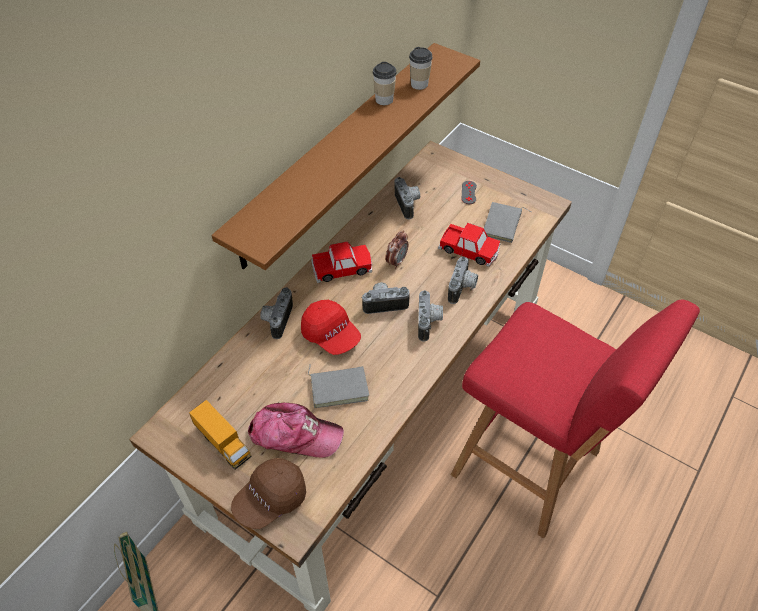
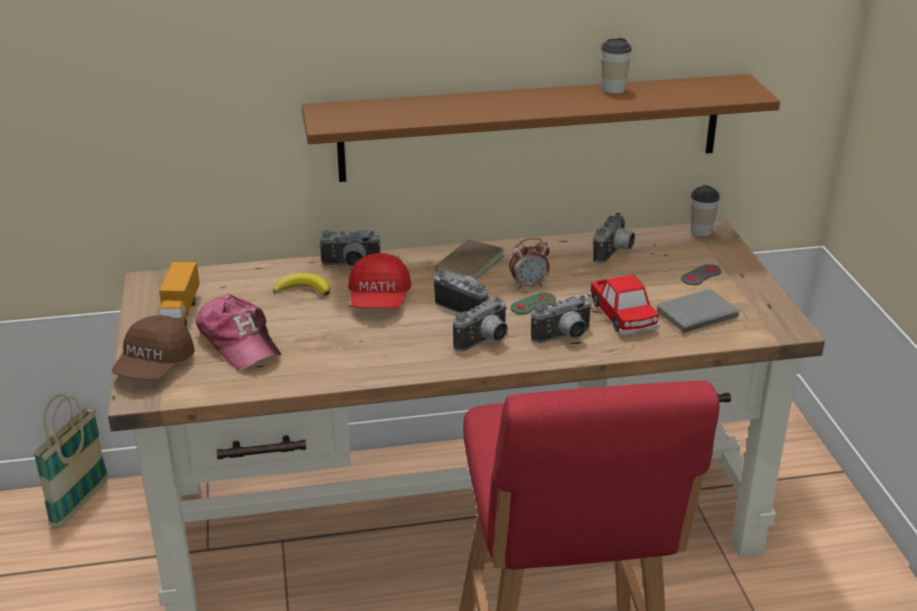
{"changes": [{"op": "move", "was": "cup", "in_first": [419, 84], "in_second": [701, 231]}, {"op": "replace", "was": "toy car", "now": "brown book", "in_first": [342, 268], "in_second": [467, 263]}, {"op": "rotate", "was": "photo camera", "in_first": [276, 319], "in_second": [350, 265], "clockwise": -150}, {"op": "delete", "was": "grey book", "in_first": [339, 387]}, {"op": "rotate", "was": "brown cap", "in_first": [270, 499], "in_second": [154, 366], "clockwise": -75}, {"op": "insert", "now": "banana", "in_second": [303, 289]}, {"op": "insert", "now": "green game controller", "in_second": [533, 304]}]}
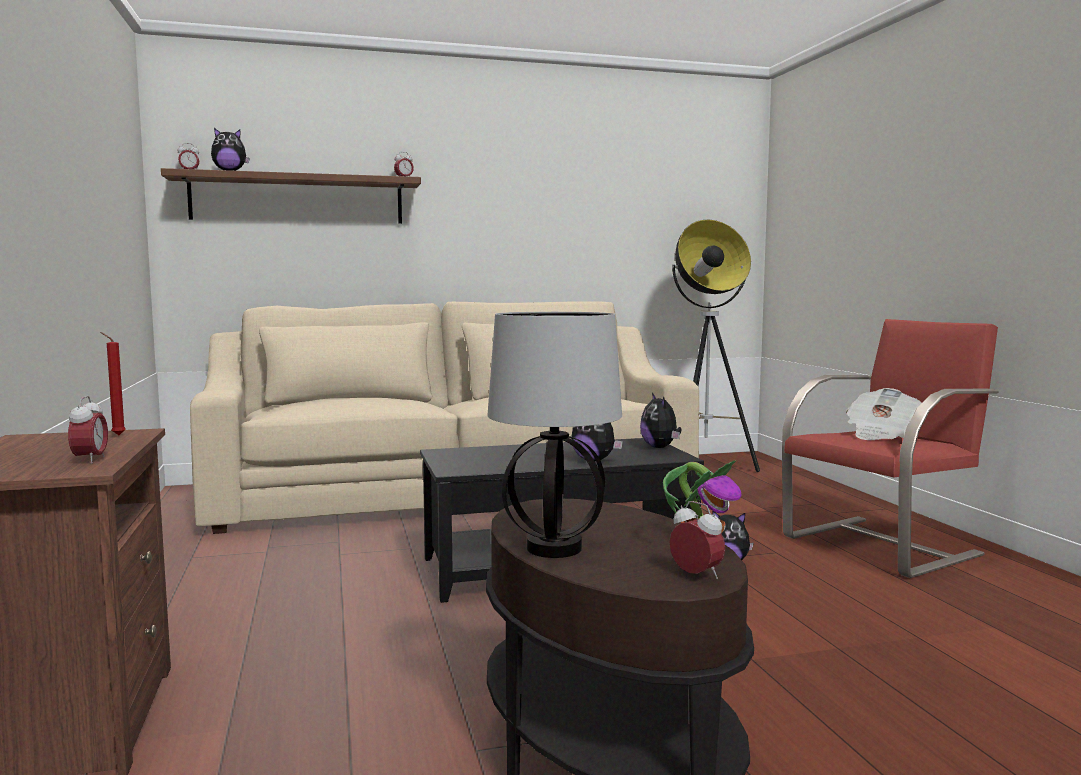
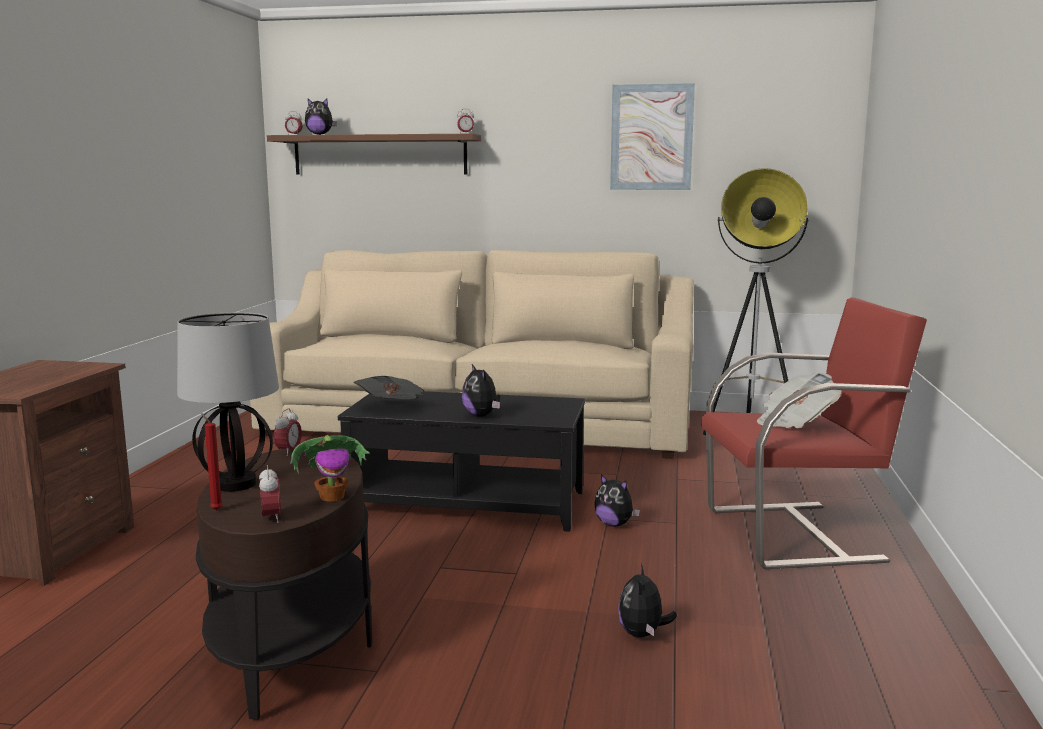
{"changes": [{"op": "move", "was": "red candle", "in_first": [116, 435], "in_second": [215, 509]}, {"op": "move", "was": "plush toy", "in_first": [660, 447], "in_second": [643, 634]}, {"op": "move", "was": "alarm clock", "in_first": [90, 460], "in_second": [288, 452]}, {"op": "insert", "now": "picture", "in_second": [651, 137]}, {"op": "insert", "now": "newspaper", "in_second": [392, 407]}]}
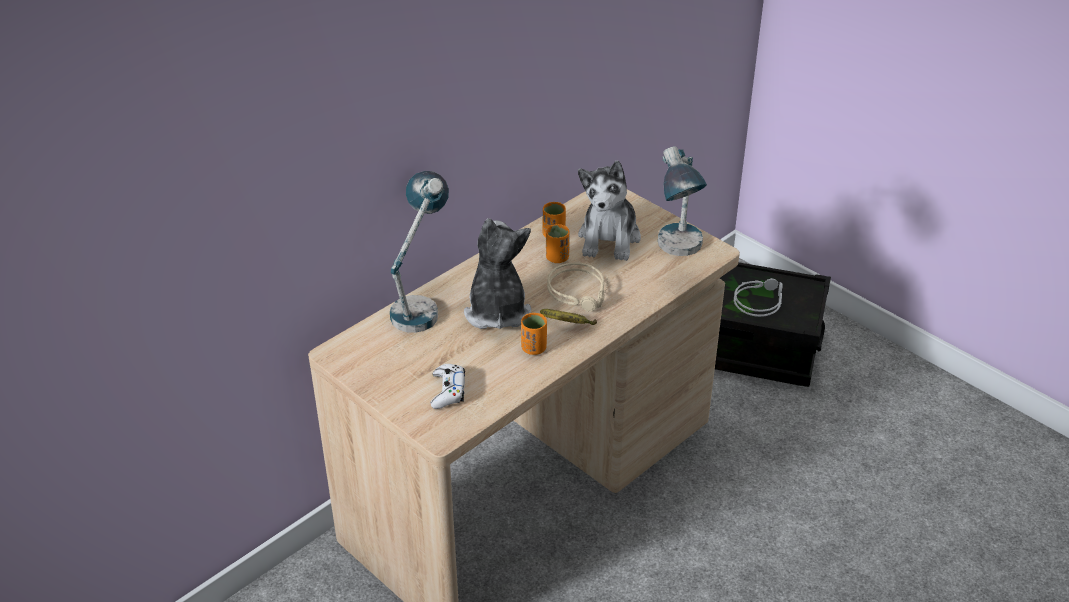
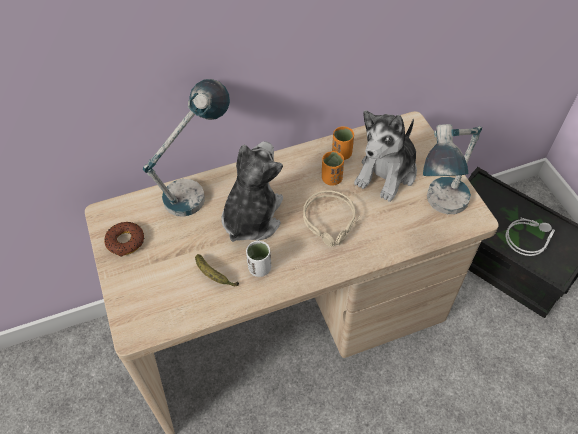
{"changes": [{"op": "move", "was": "banana", "in_first": [567, 323], "in_second": [214, 275]}, {"op": "recolor", "was": "orange cup", "now": "white cup", "in_first": [534, 348], "in_second": [259, 268]}, {"op": "delete", "was": "white game controller", "in_first": [448, 391]}, {"op": "insert", "now": "donut", "in_second": [125, 241]}]}
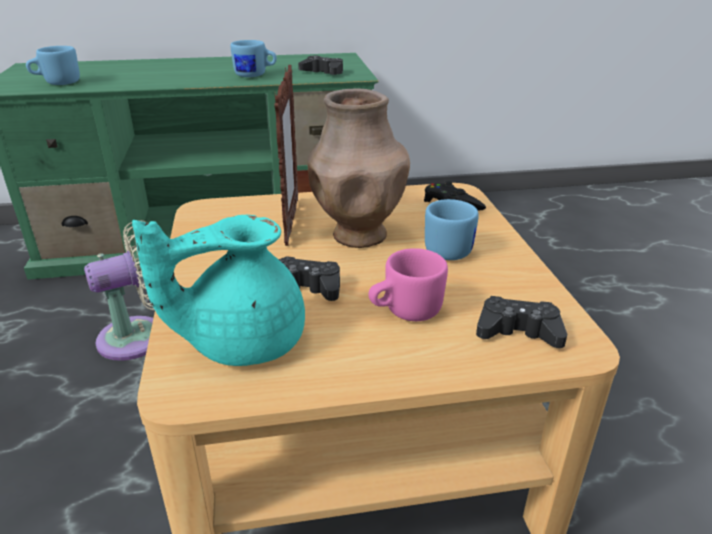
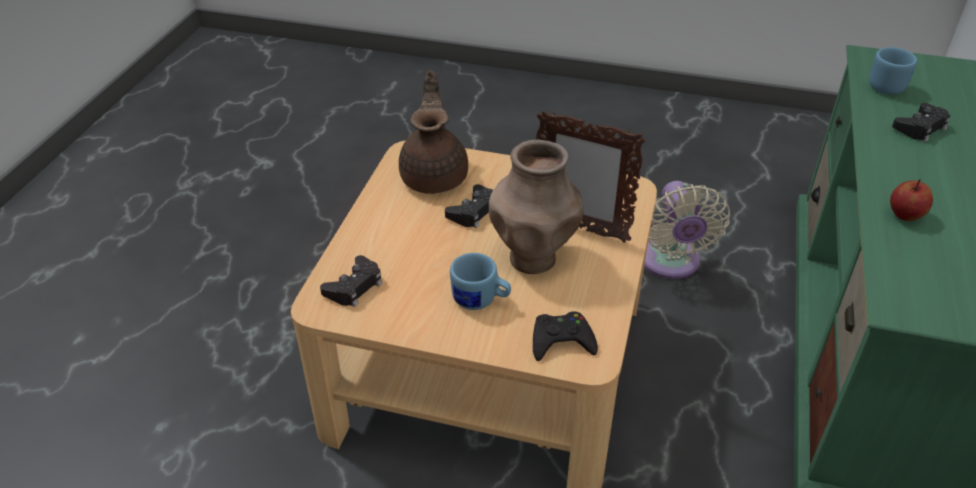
{"changes": [{"op": "replace", "was": "blue mug", "now": "apple", "in_first": [255, 75], "in_second": [905, 215]}, {"op": "move", "was": "black game controller", "in_first": [323, 72], "in_second": [920, 127]}, {"op": "recolor", "was": "turquoise teapot", "now": "brown teapot", "in_first": [241, 341], "in_second": [435, 176]}, {"op": "delete", "was": "pink mug", "in_first": [404, 311]}]}
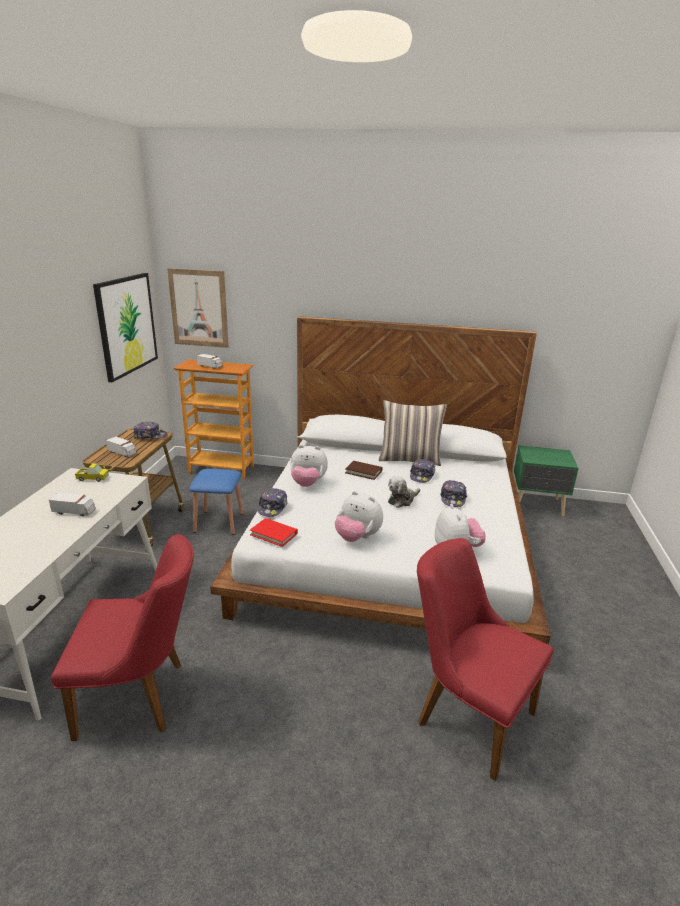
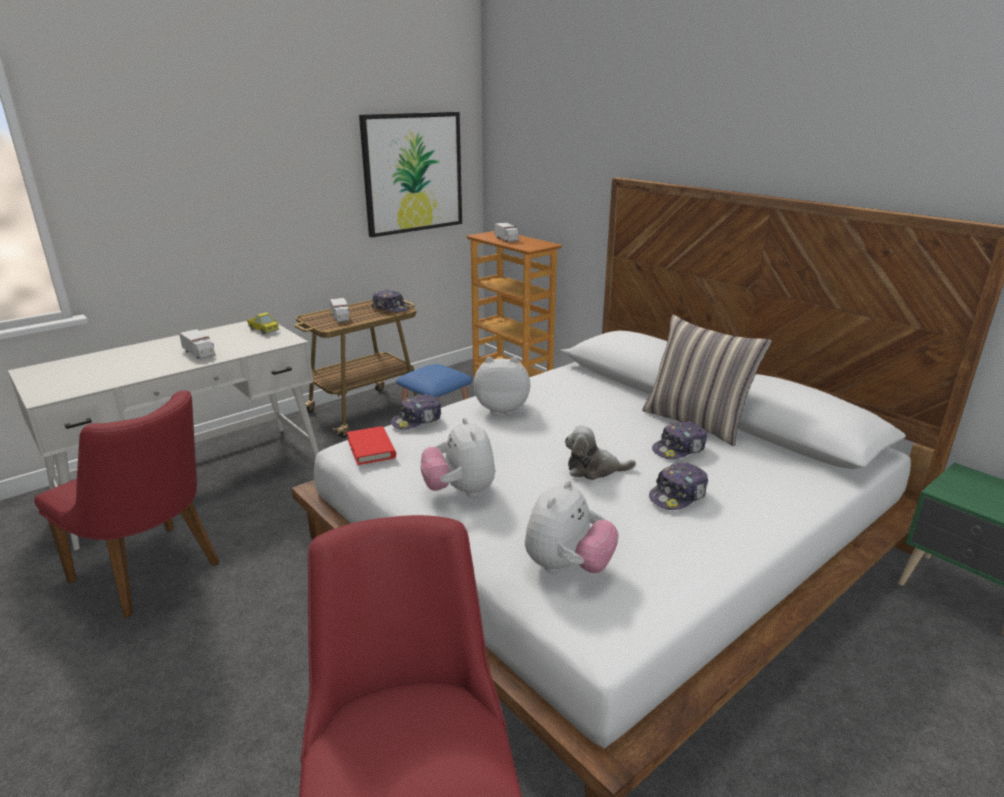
{"changes": [{"op": "delete", "was": "picture", "in_first": [199, 308]}, {"op": "rotate", "was": "plush toy", "in_first": [307, 483], "in_second": [502, 408], "clockwise": 135}, {"op": "delete", "was": "brown book", "in_first": [363, 472]}]}
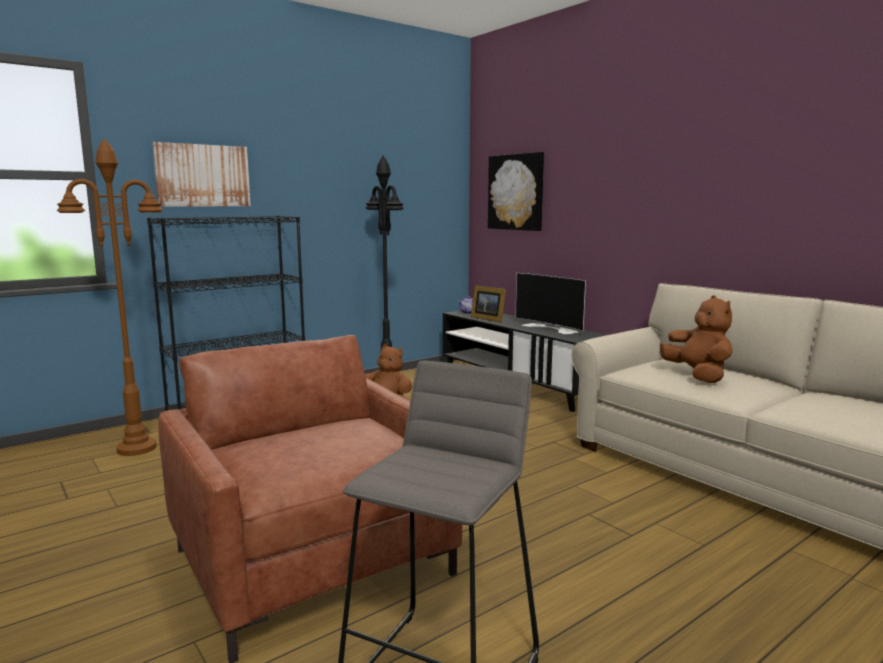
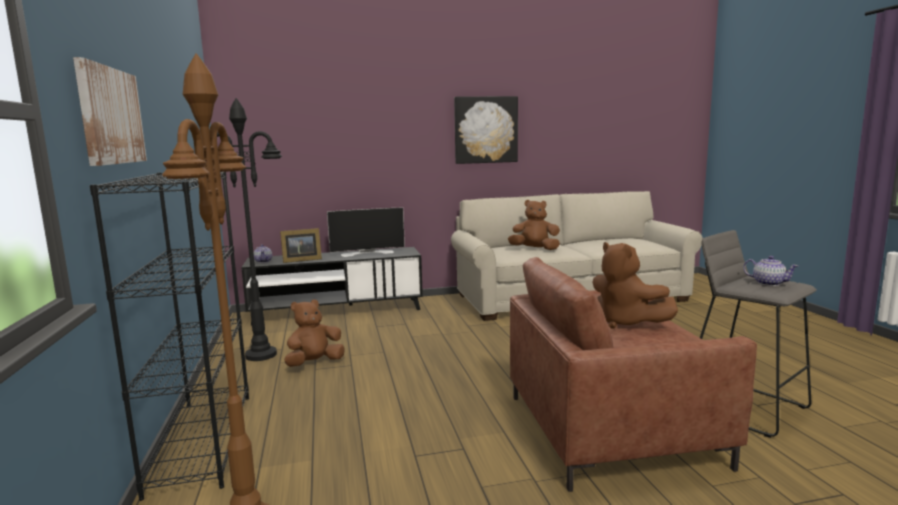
{"changes": [{"op": "move", "was": "picture", "in_first": [516, 192], "in_second": [485, 130]}, {"op": "insert", "now": "brown plush toy", "in_second": [626, 322]}, {"op": "insert", "now": "teapot", "in_second": [768, 283]}]}
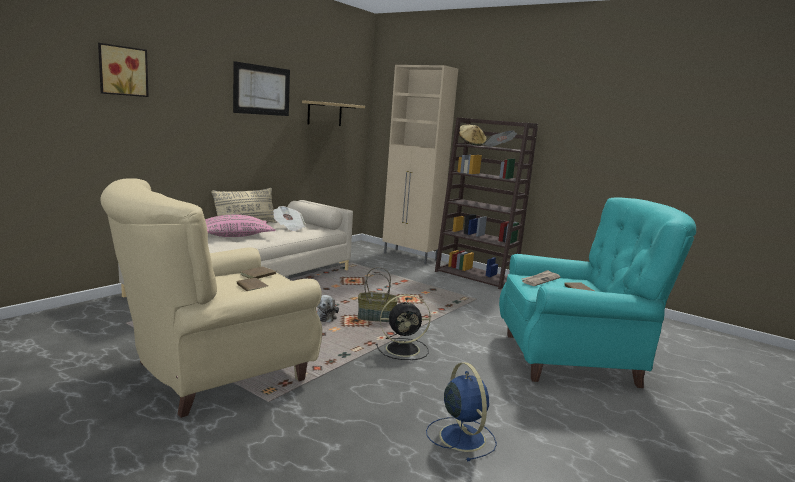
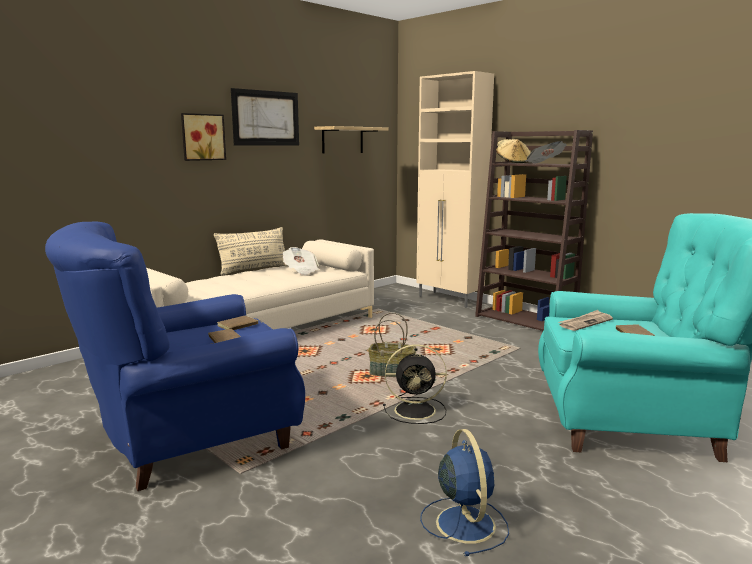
{"changes": [{"op": "move", "was": "picture", "in_first": [122, 71], "in_second": [202, 137]}, {"op": "recolor", "was": "beige armchair", "now": "blue armchair", "in_first": [214, 373], "in_second": [189, 438]}, {"op": "delete", "was": "pink pillow", "in_first": [234, 236]}, {"op": "delete", "was": "plush toy", "in_first": [325, 317]}]}
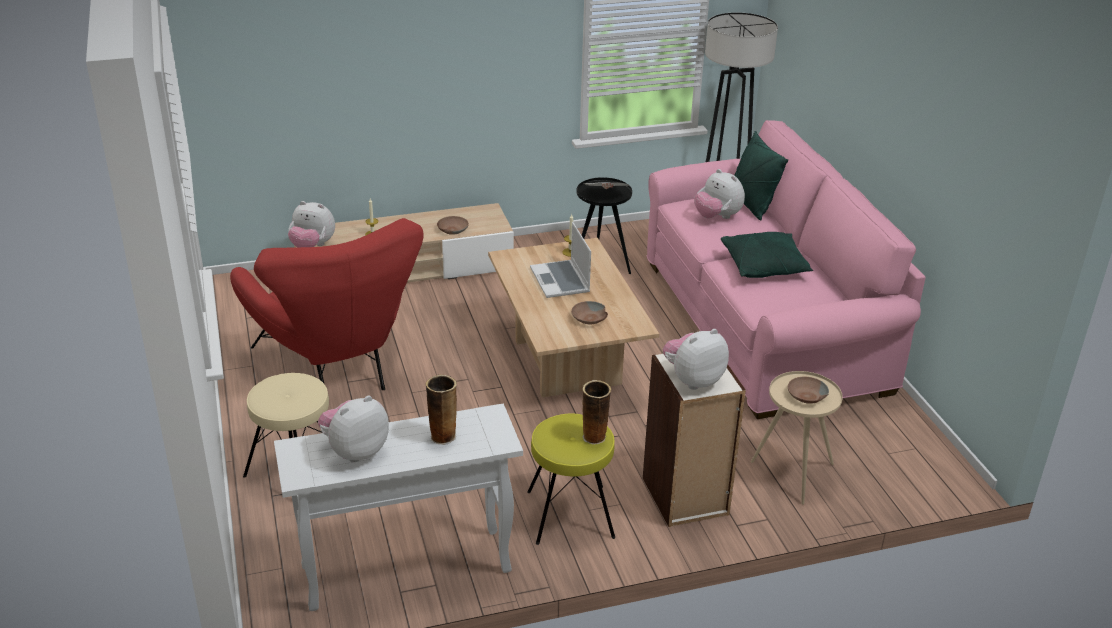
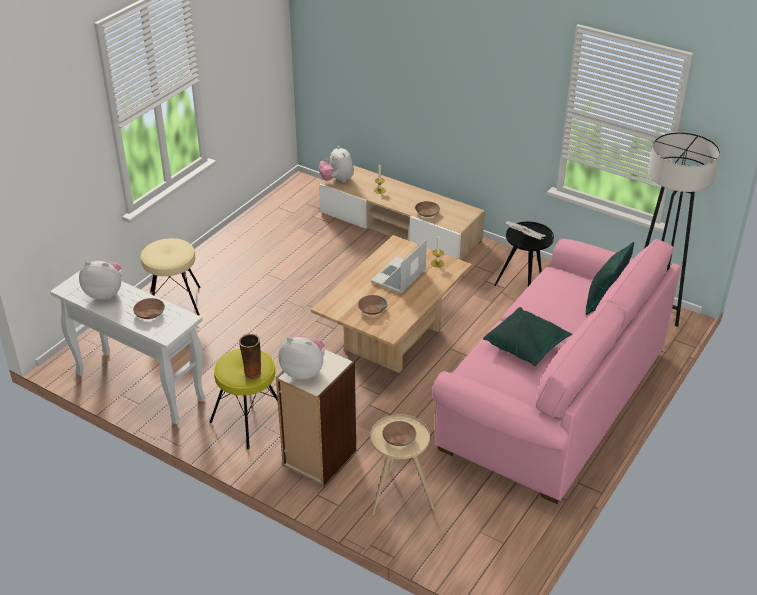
{"changes": [{"op": "delete", "was": "plush toy", "in_first": [717, 217]}, {"op": "delete", "was": "red armchair", "in_first": [339, 368]}, {"op": "replace", "was": "vase", "now": "brown bowl", "in_first": [443, 436], "in_second": [149, 313]}]}
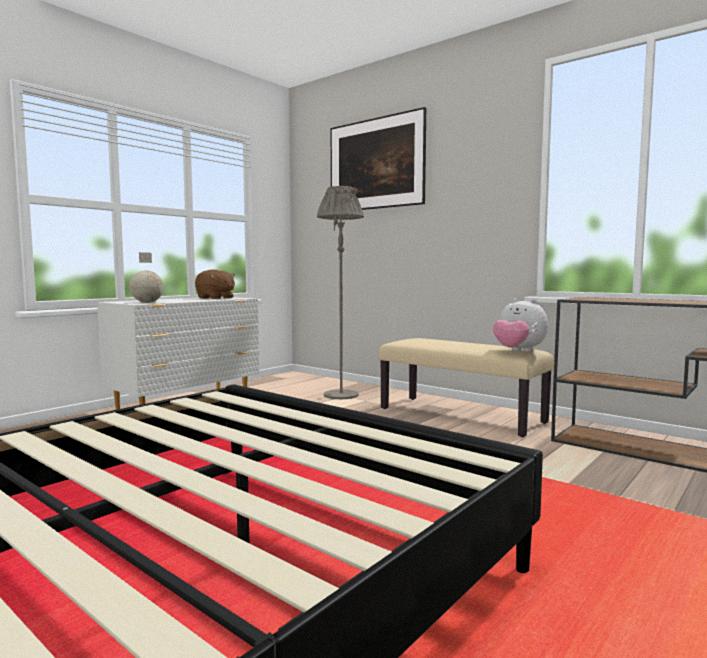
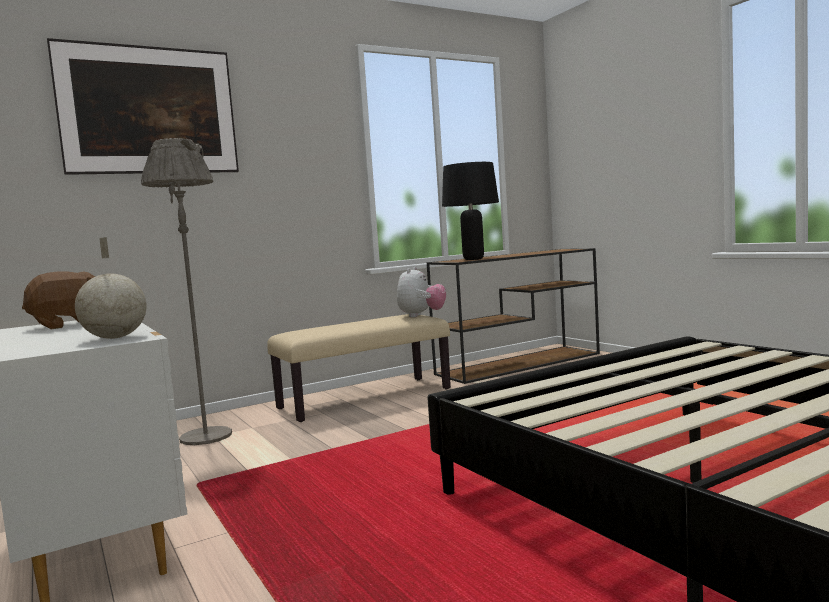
{"changes": [{"op": "rotate", "was": "plush toy", "in_first": [518, 351], "in_second": [421, 316], "clockwise": -45}, {"op": "insert", "now": "black table lamp", "in_second": [473, 259]}]}
